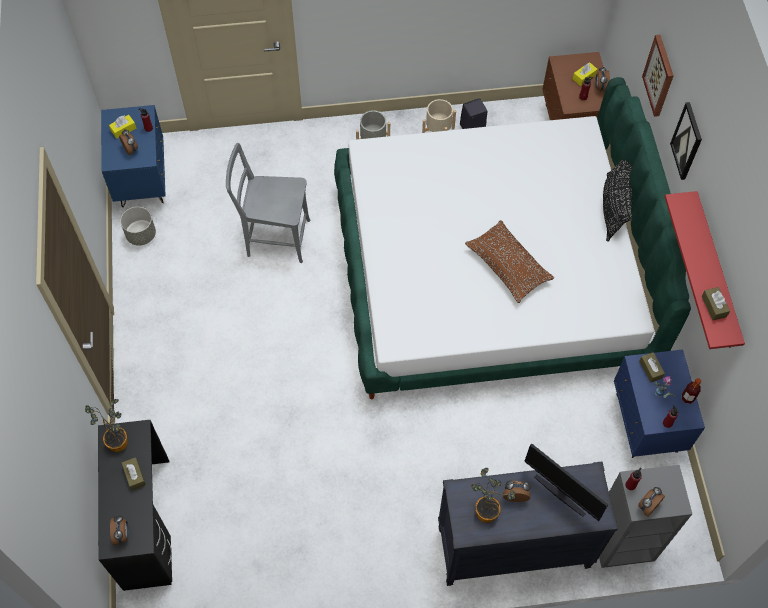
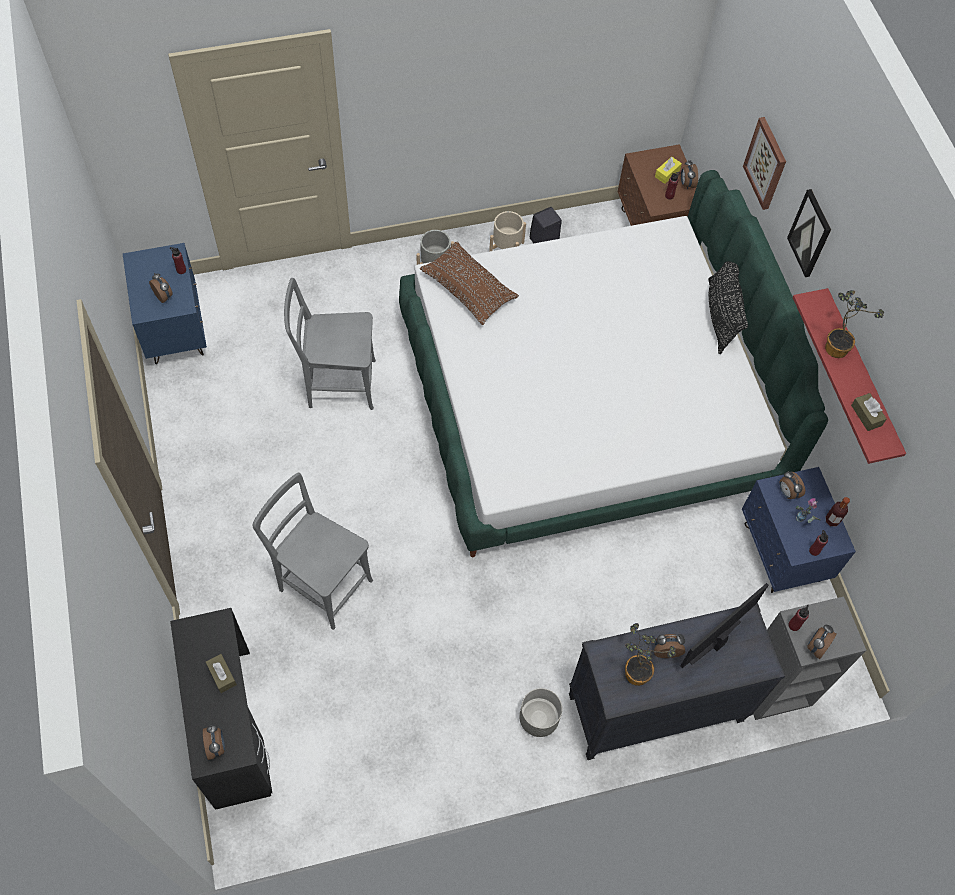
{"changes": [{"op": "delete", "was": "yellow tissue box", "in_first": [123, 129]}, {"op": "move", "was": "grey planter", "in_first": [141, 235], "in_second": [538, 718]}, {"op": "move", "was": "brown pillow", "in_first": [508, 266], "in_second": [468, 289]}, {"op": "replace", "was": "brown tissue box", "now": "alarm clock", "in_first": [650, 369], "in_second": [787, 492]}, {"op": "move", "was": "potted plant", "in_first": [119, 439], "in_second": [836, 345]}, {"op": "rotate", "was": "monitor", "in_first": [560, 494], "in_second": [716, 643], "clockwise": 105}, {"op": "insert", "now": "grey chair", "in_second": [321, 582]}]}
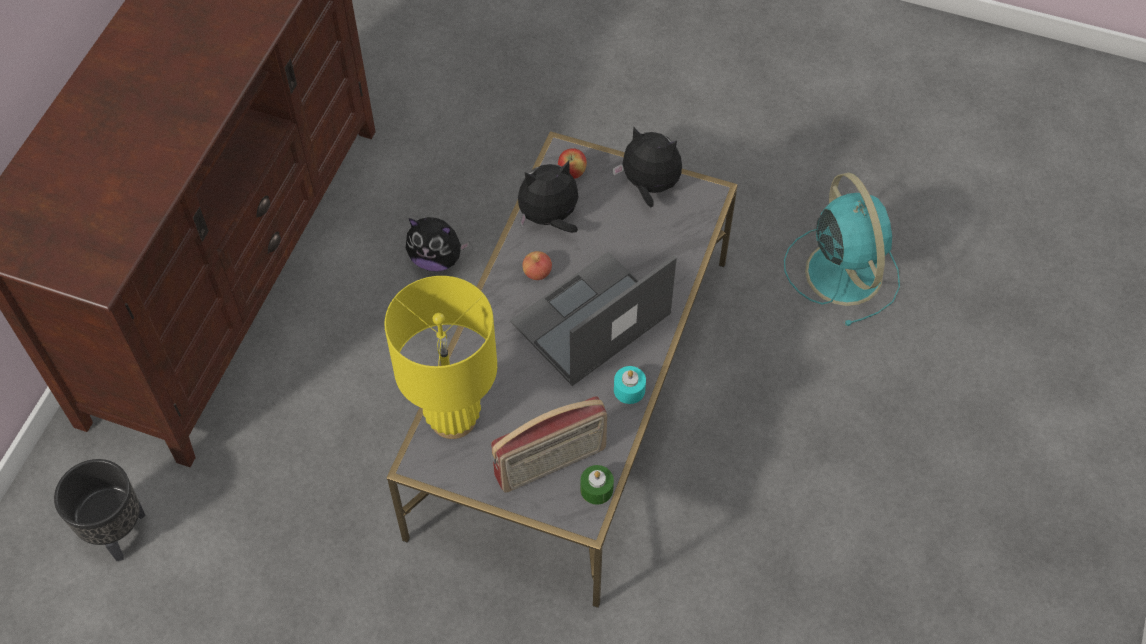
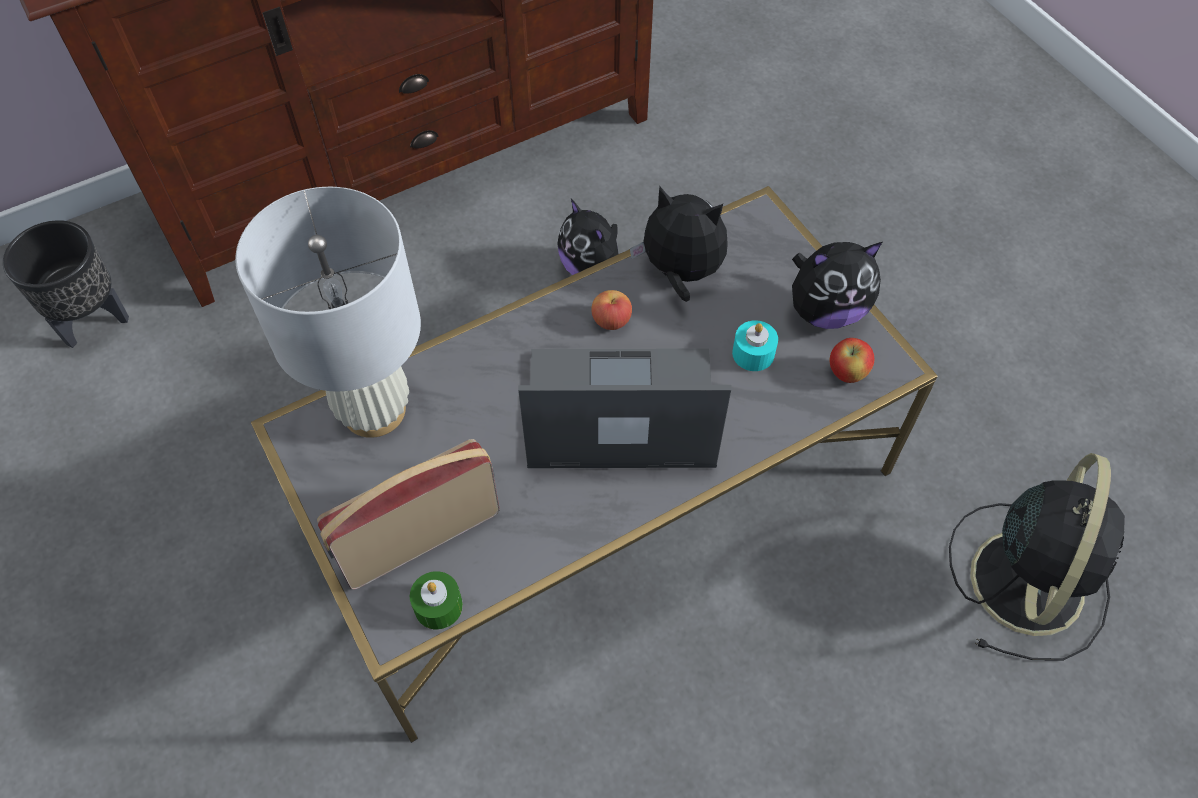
{"changes": [{"op": "rotate", "was": "plush toy", "in_first": [649, 186], "in_second": [825, 310], "clockwise": 105}, {"op": "move", "was": "apple", "in_first": [572, 173], "in_second": [847, 373]}, {"op": "recolor", "was": "turquoise fan", "now": "black fan", "in_first": [842, 270], "in_second": [1028, 577]}, {"op": "recolor", "was": "yellow table lamp", "now": "white table lamp", "in_first": [453, 418], "in_second": [374, 409]}, {"op": "move", "was": "turquoise candle", "in_first": [629, 390], "in_second": [753, 353]}, {"op": "rotate", "was": "radio", "in_first": [551, 464], "in_second": [420, 538], "clockwise": 135}]}
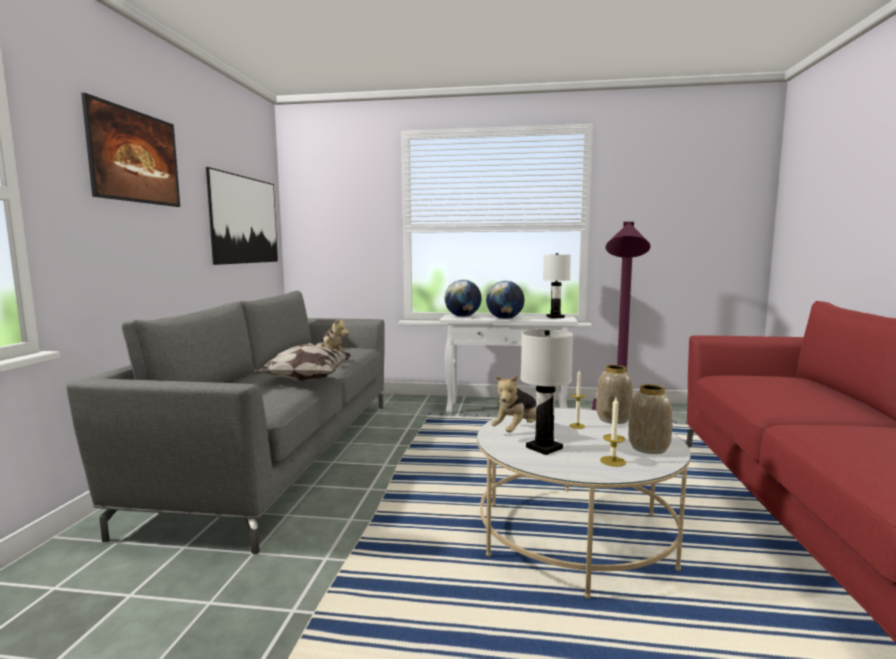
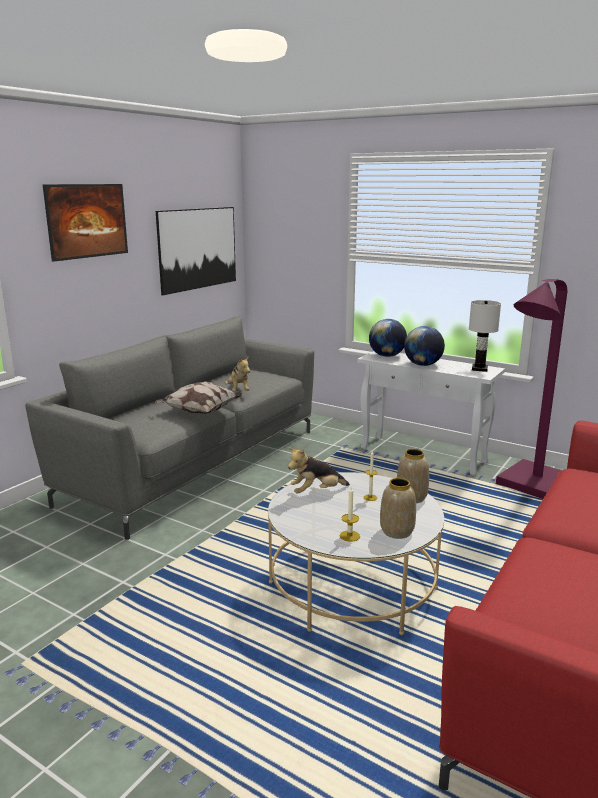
{"changes": [{"op": "delete", "was": "white table lamp", "in_first": [544, 448]}]}
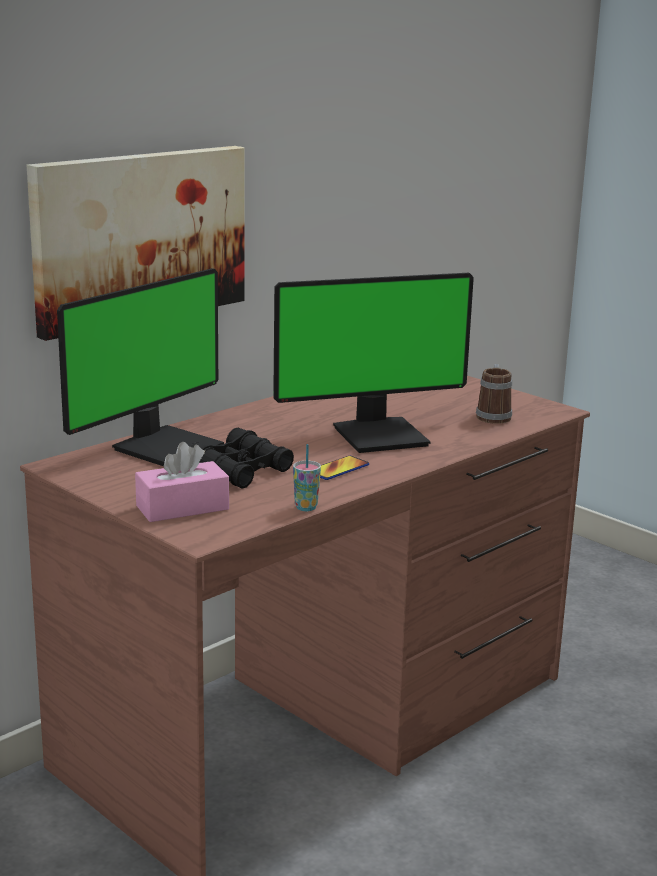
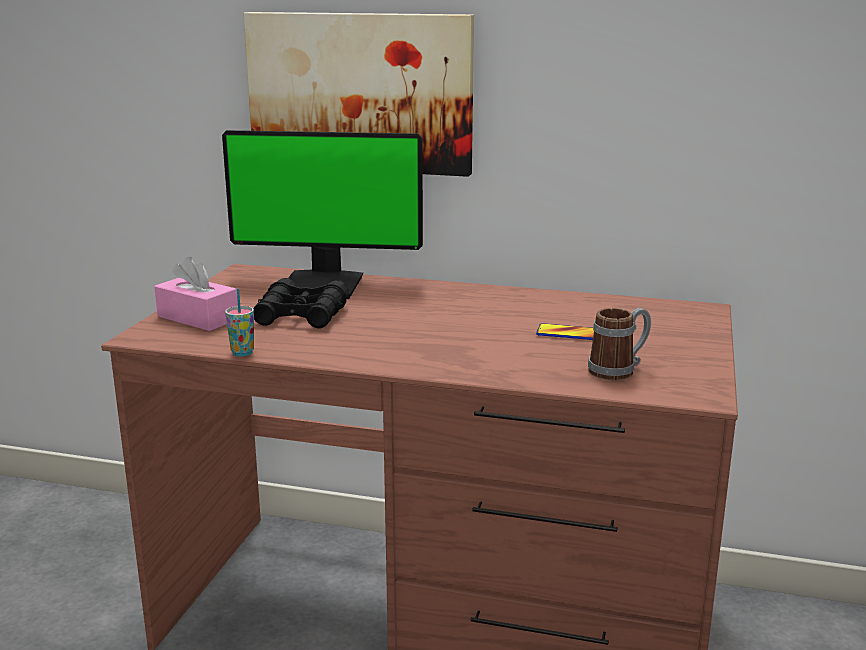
{"changes": [{"op": "delete", "was": "monitor", "in_first": [380, 435]}, {"op": "move", "was": "phone", "in_first": [338, 469], "in_second": [569, 333]}]}
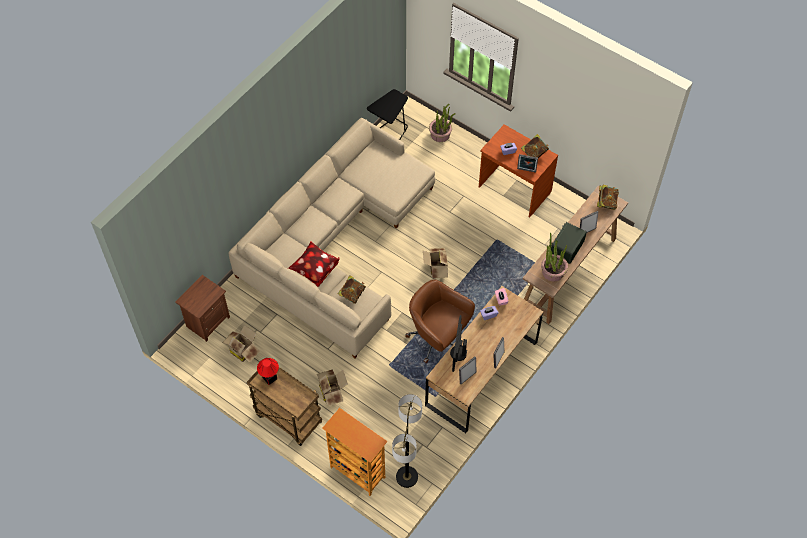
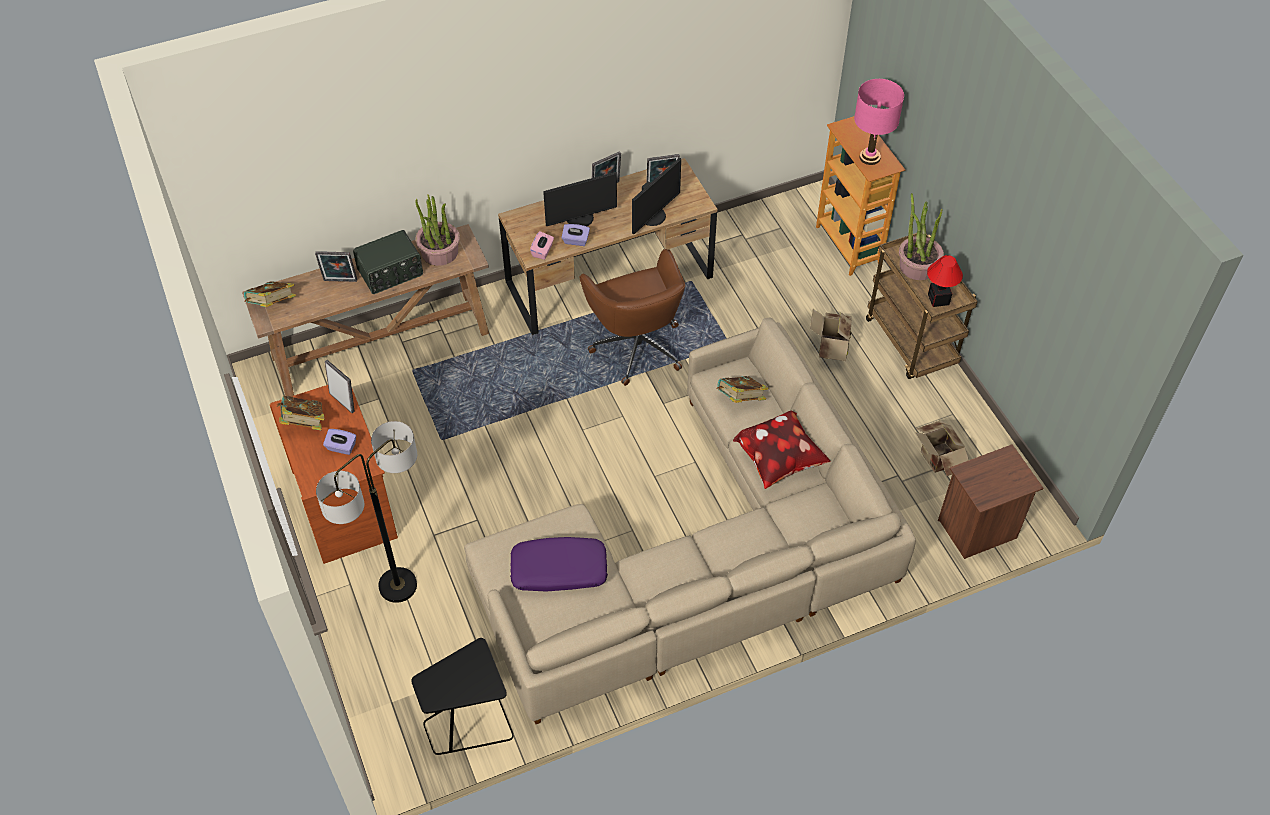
{"changes": [{"op": "move", "was": "potted plant", "in_first": [440, 134], "in_second": [917, 266]}, {"op": "delete", "was": "cardboard box", "in_first": [436, 269]}, {"op": "move", "was": "floor lamp", "in_first": [406, 477], "in_second": [398, 585]}, {"op": "insert", "now": "pink table lamp", "in_second": [870, 157]}, {"op": "insert", "now": "monitor", "in_second": [580, 219]}, {"op": "insert", "now": "purple pillow", "in_second": [558, 571]}]}
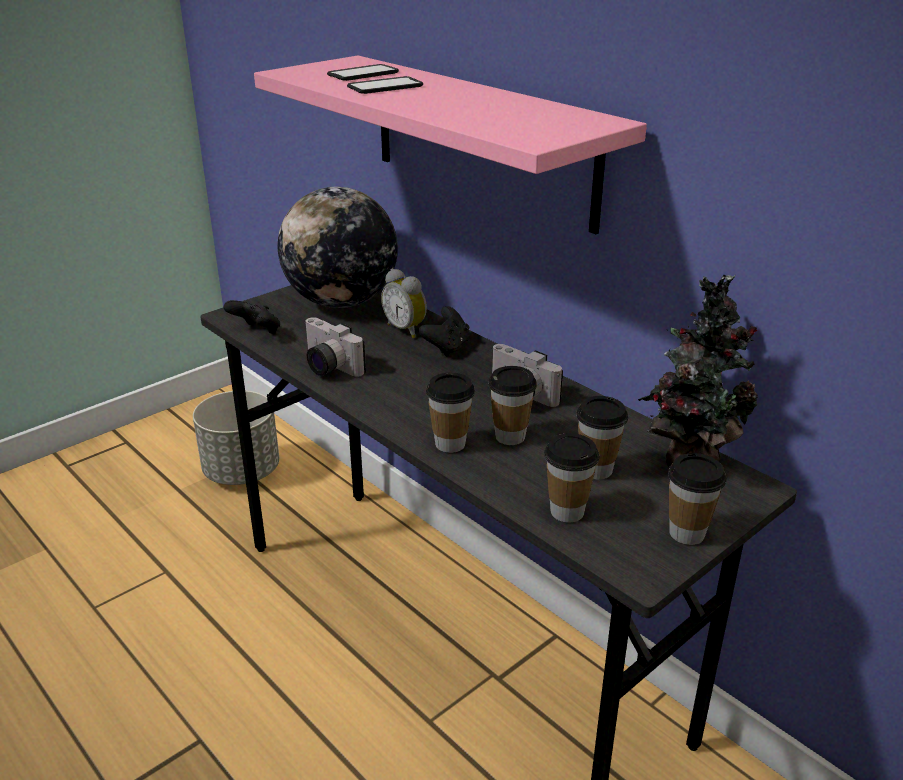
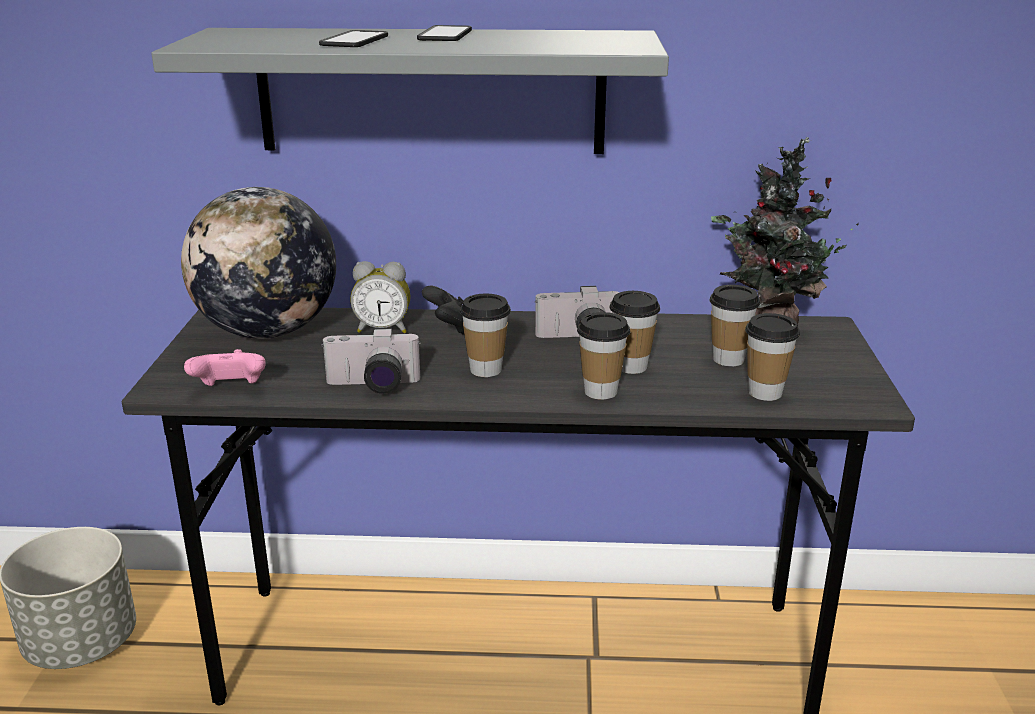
{"changes": [{"op": "recolor", "was": "pink shelf", "now": "grey shelf", "in_first": [481, 140], "in_second": [431, 91]}, {"op": "move", "was": "phone", "in_first": [363, 74], "in_second": [445, 35]}, {"op": "recolor", "was": "black game controller", "now": "pink game controller", "in_first": [257, 332], "in_second": [230, 389]}, {"op": "move", "was": "cup", "in_first": [687, 533], "in_second": [486, 370]}]}
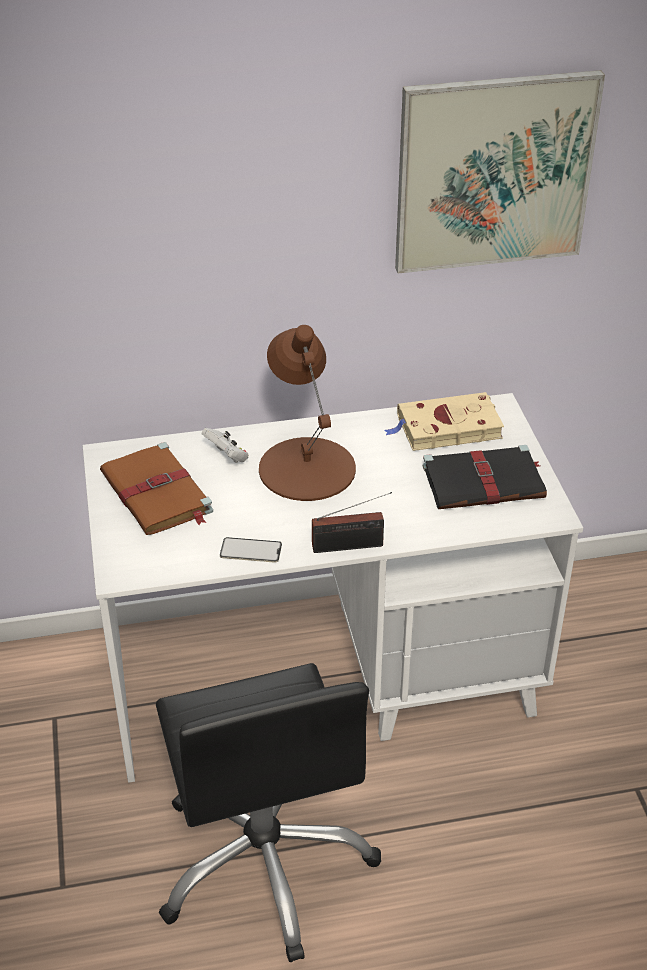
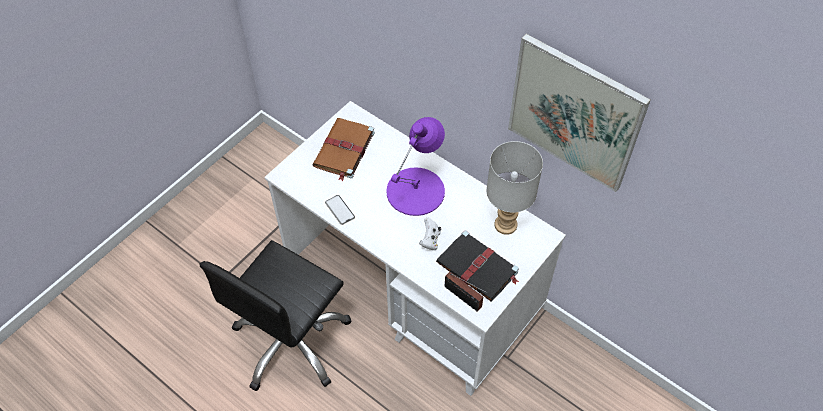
{"changes": [{"op": "recolor", "was": "brown table lamp", "now": "purple table lamp", "in_first": [307, 467], "in_second": [416, 191]}, {"op": "replace", "was": "beige book", "now": "grey table lamp", "in_first": [446, 428], "in_second": [504, 225]}, {"op": "move", "was": "white game controller", "in_first": [227, 457], "in_second": [430, 240]}, {"op": "move", "was": "radio", "in_first": [351, 546], "in_second": [464, 298]}]}
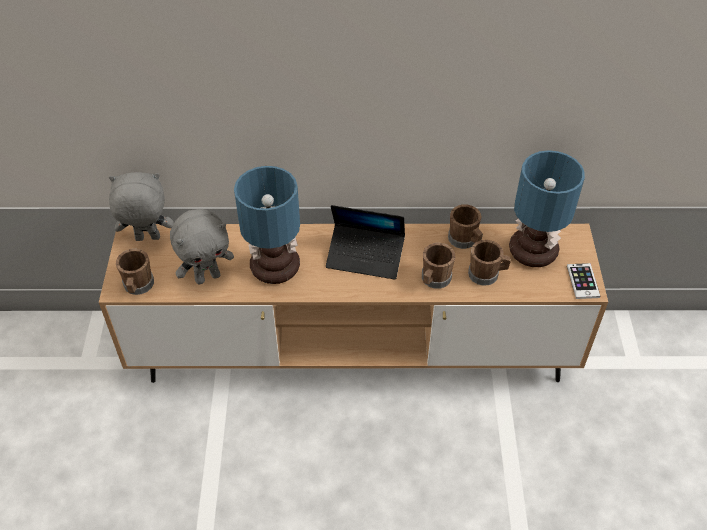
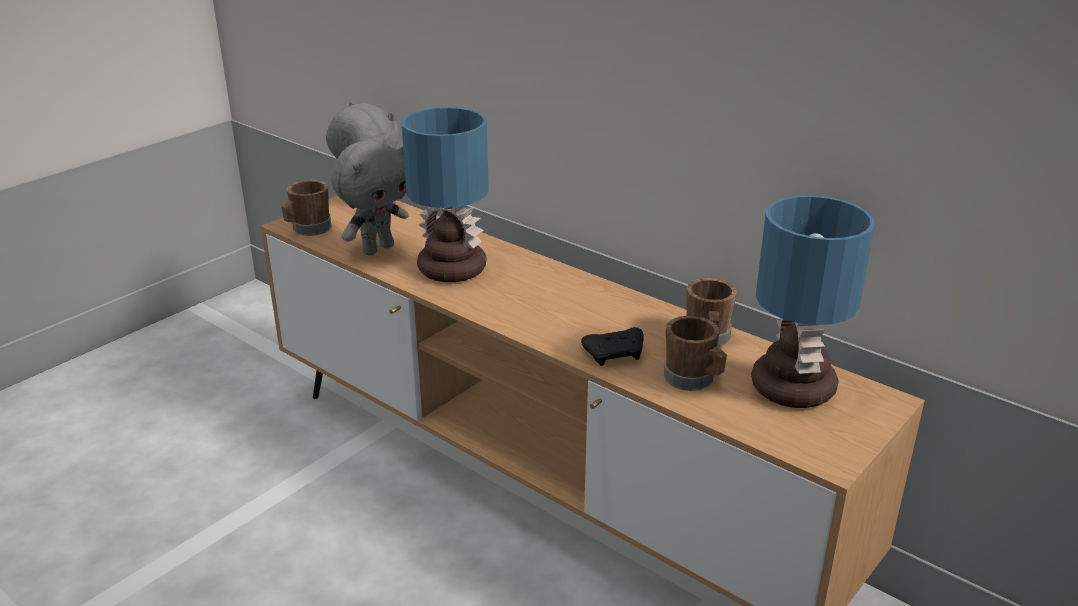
{"changes": [{"op": "delete", "was": "laptop", "in_first": [365, 257]}, {"op": "rotate", "was": "grey plush toy", "in_first": [207, 277], "in_second": [377, 249], "clockwise": -60}, {"op": "replace", "was": "brown mug", "now": "black game controller", "in_first": [434, 280], "in_second": [615, 354]}, {"op": "delete", "was": "phone", "in_first": [583, 281]}]}
